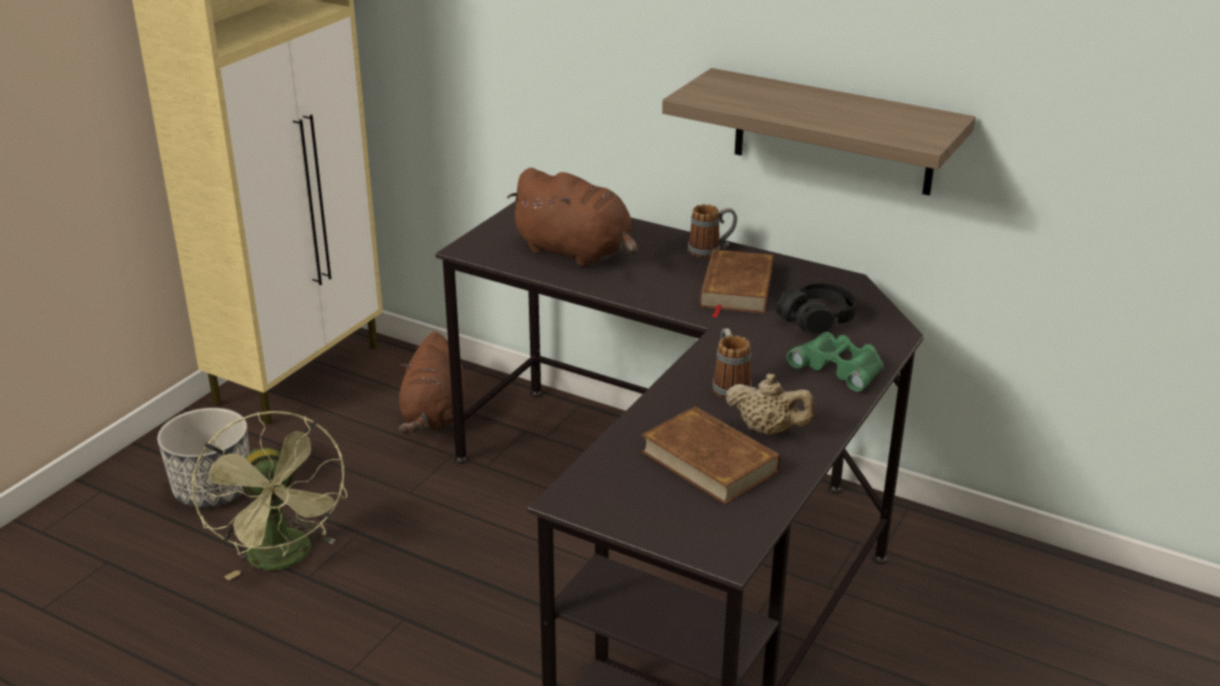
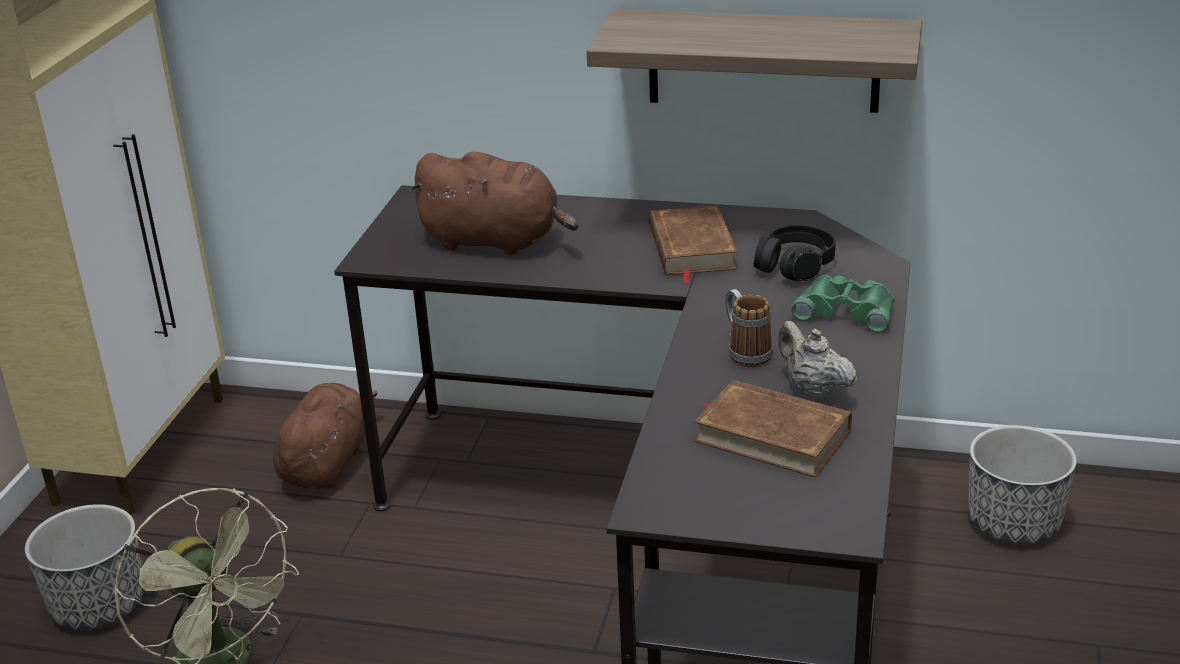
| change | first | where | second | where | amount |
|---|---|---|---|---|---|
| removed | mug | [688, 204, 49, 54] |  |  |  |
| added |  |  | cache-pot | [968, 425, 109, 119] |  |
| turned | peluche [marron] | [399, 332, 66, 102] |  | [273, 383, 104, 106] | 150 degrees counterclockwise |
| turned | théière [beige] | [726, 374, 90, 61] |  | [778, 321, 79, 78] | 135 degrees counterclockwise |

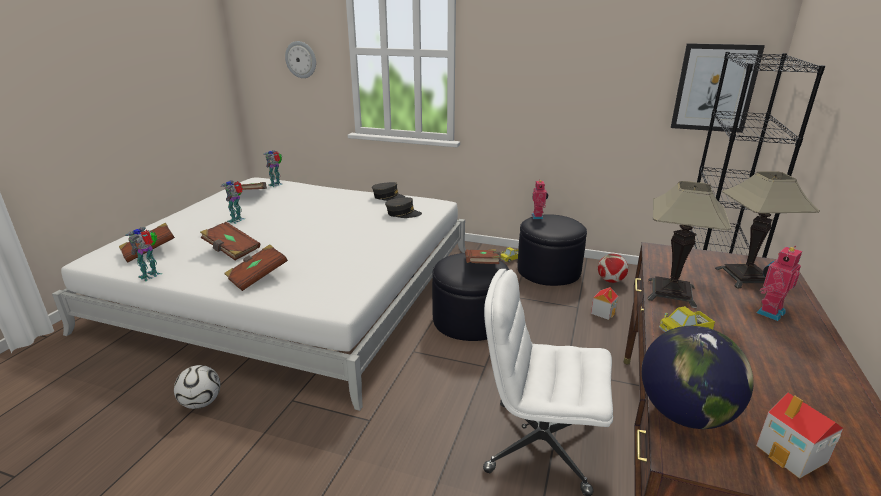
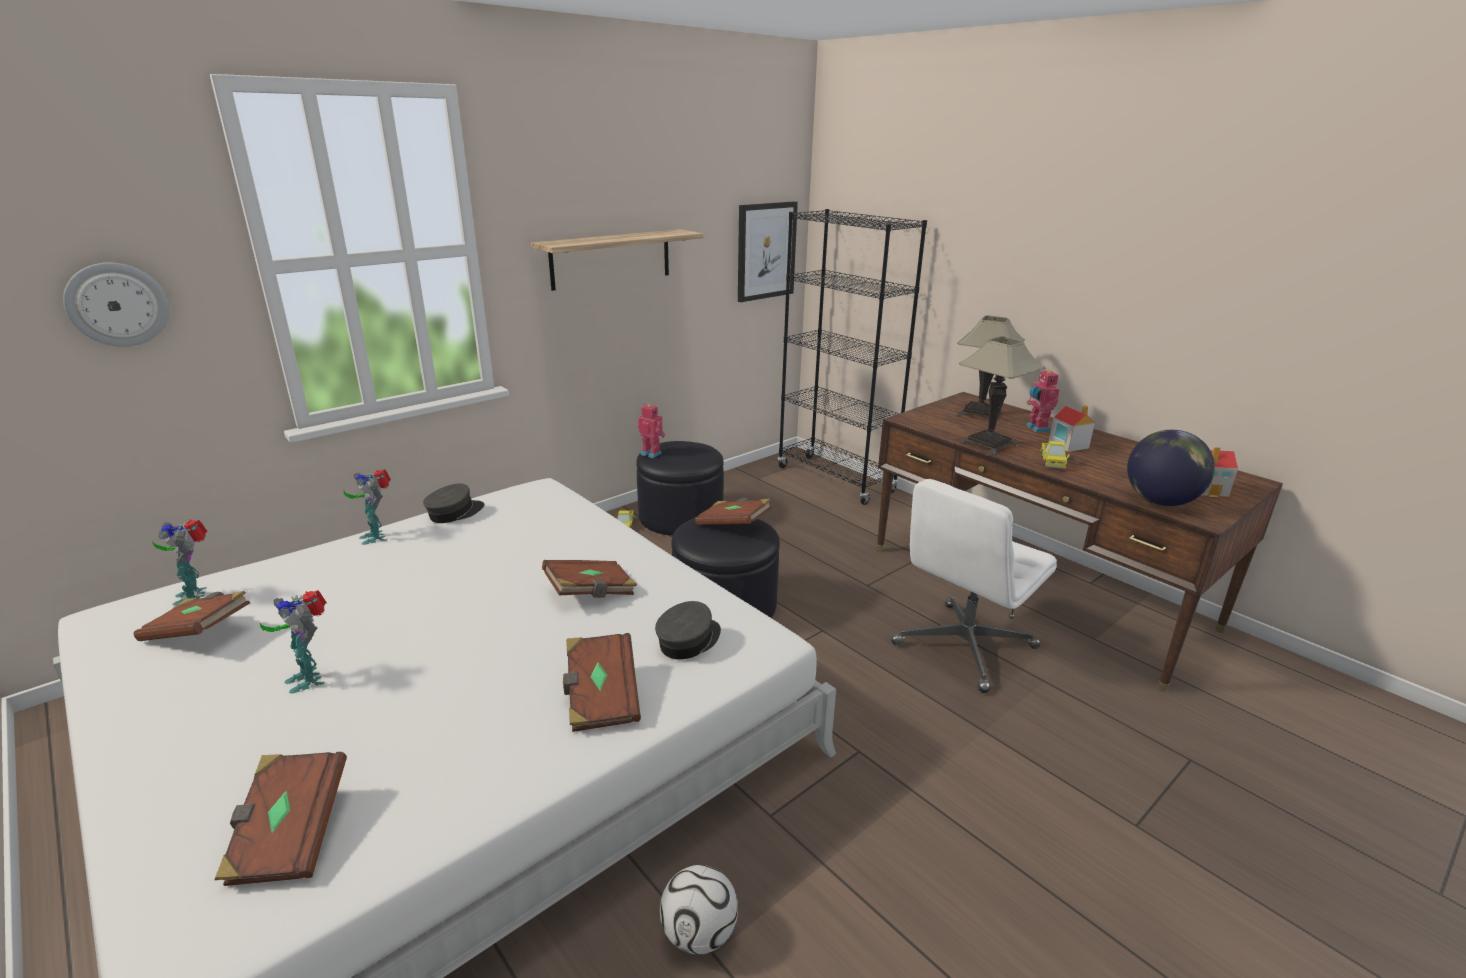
| change | first | where | second | where | amount |
|---|---|---|---|---|---|
| removed | ballon de foot | [598, 254, 30, 29] |  |  |  |
| added |  |  | étagère | [531, 229, 173, 62] |  |
| moved | robot jouet | [125, 227, 37, 54] |  | [343, 469, 48, 76] |  |
| moved | livre [marron] | [200, 222, 60, 38] |  | [542, 560, 95, 38] |  |
| moved | casquette [gris] | [385, 197, 37, 21] |  | [655, 601, 66, 59] |  |
| moved | maison miniature | [591, 287, 27, 33] |  | [1049, 405, 46, 47] |  |

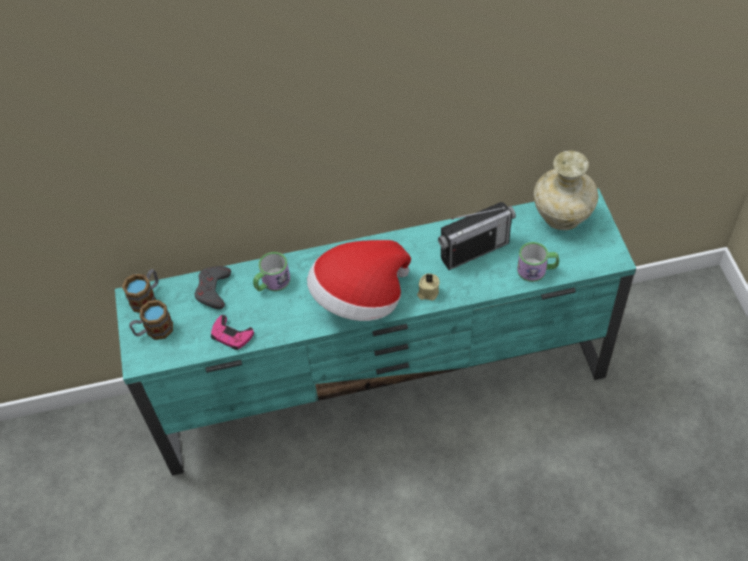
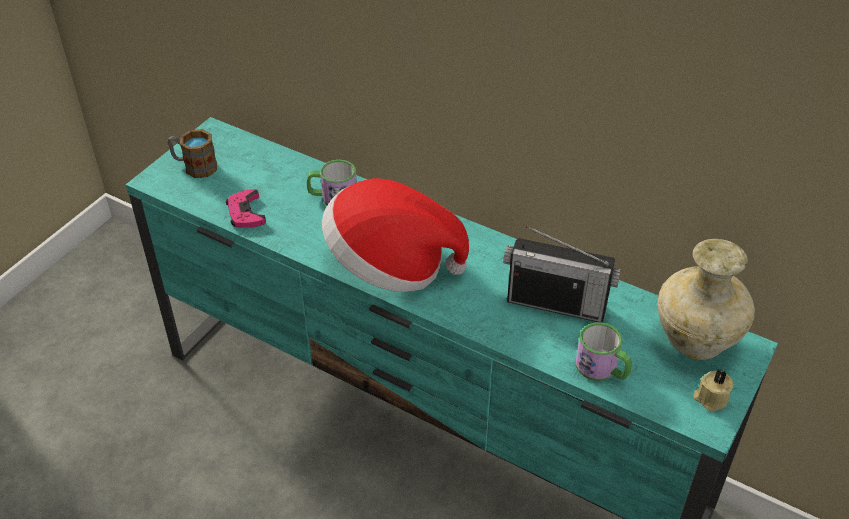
| change | first | where | second | where | amount |
|---|---|---|---|---|---|
| removed | mug | [122, 269, 36, 44] |  |  |  |
| removed | manette [gris] | [194, 266, 37, 43] |  |  |  |
| moved | bougie [beige] | [417, 274, 23, 27] |  | [694, 369, 40, 42] |  |

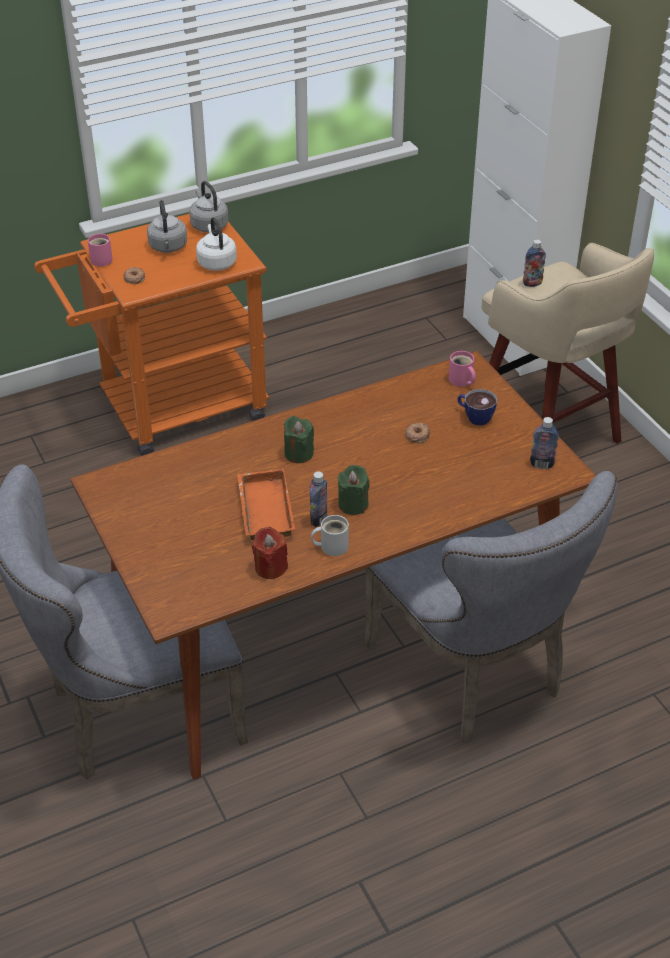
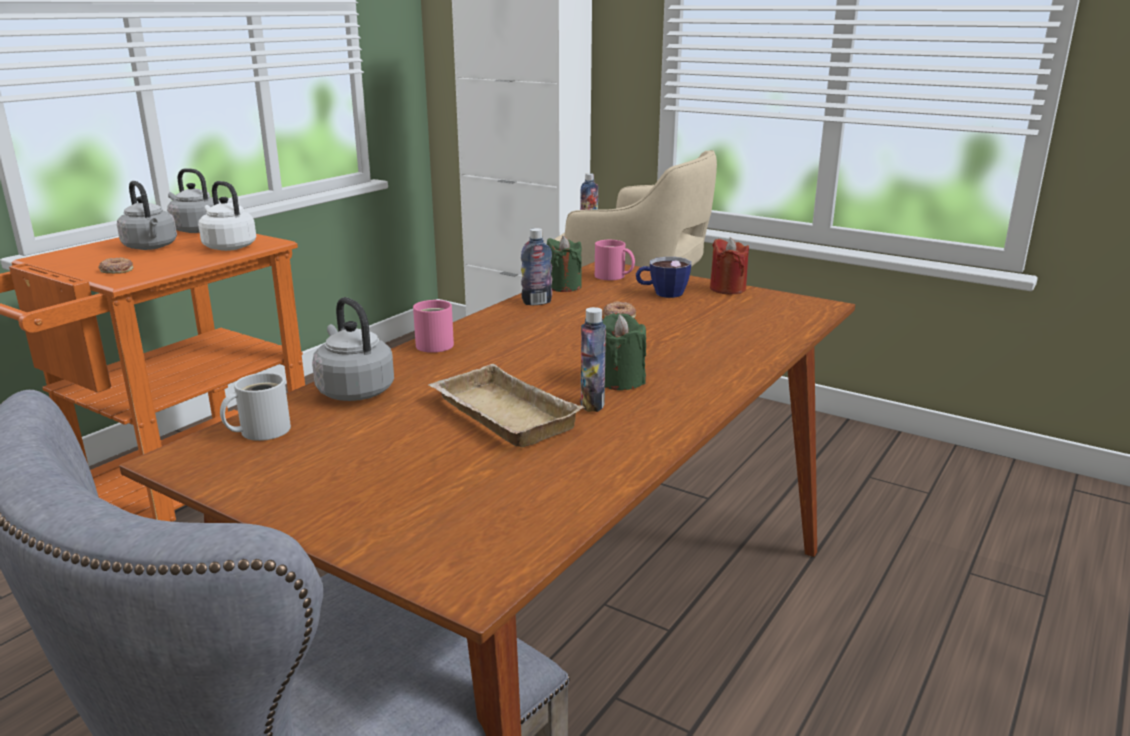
| change | first | where | second | where | amount |
|---|---|---|---|---|---|
| removed | chaise [gris] | [364, 471, 253, 271] |  |  |  |
| added |  |  | bouilloire [gris] | [312, 297, 82, 104] |  |
| moved | mug [rose] | [88, 234, 25, 33] |  | [413, 300, 41, 53] |  |
| moved | bougie [rouge] | [252, 527, 36, 52] |  | [710, 237, 39, 58] |  |
| moved | bougie [vert] | [284, 416, 30, 47] |  | [547, 236, 35, 56] |  |
| moved | mug [blanc] | [311, 515, 38, 41] |  | [220, 373, 71, 68] |  |
| moved | bouteille | [530, 417, 29, 52] |  | [521, 228, 31, 77] |  |
| recoloured | plateau [orange] | [237, 469, 58, 71] | plateau [beige] | [428, 364, 157, 83] |  |

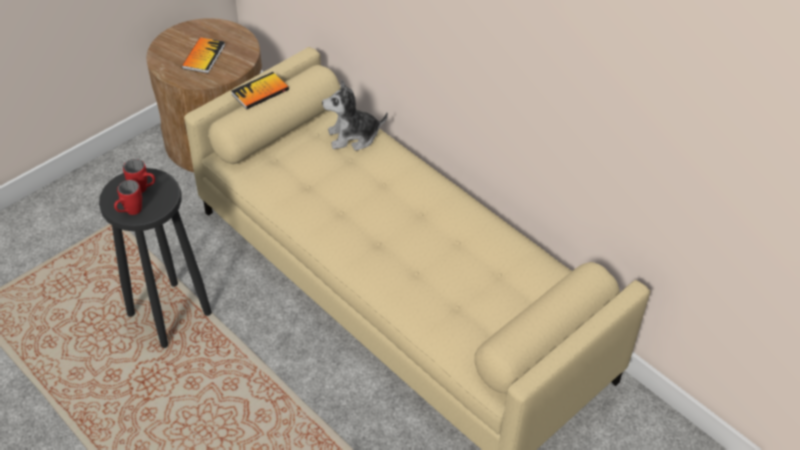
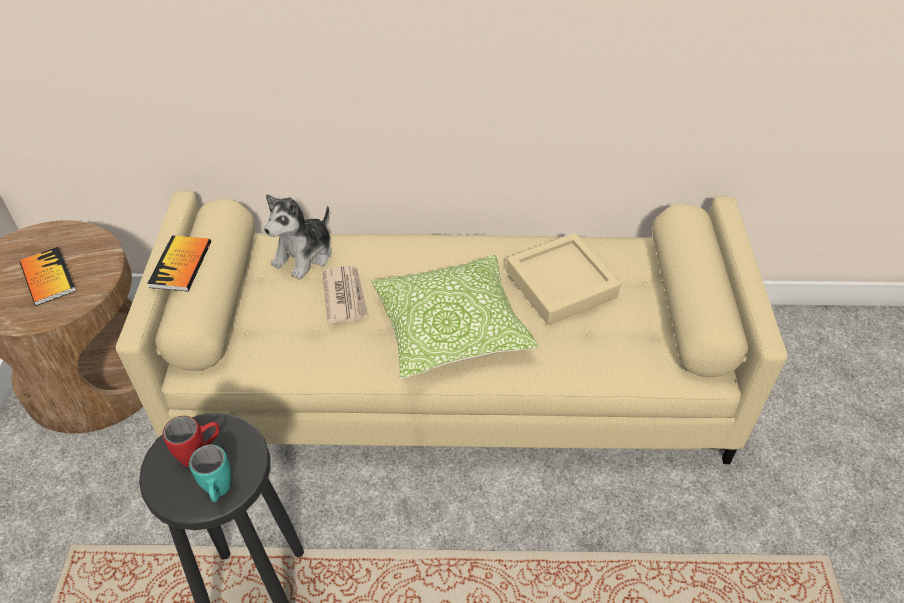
| change | first | where | second | where | amount |
|---|---|---|---|---|---|
| added |  |  | journal | [322, 266, 47, 58] |  |
| added |  |  | coussin | [371, 255, 167, 124] |  |
| added |  |  | plateau [beige] | [506, 233, 115, 92] |  |
| recoloured | mug [rouge] | [114, 180, 28, 35] | mug [turquoise] | [189, 444, 42, 58] |  |

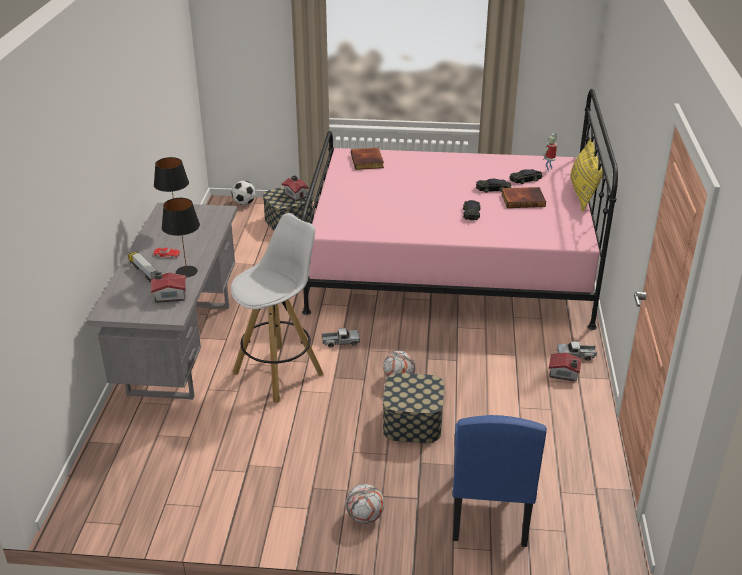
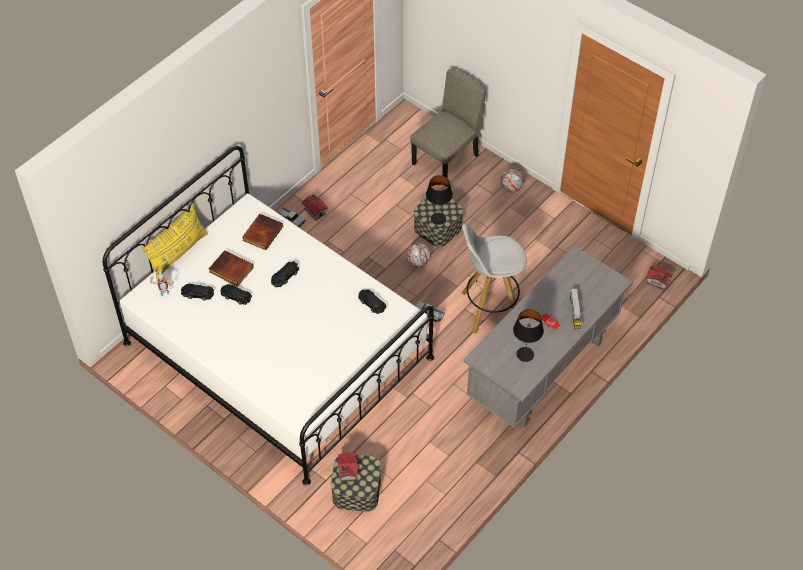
| change | first | where | second | where | amount |
|---|---|---|---|---|---|
| removed | ballon de foot | [231, 180, 25, 25] |  |  |  |
| added |  |  | petite voiture [noir] | [358, 289, 28, 25] |  |
| moved | maison miniature | [151, 272, 35, 31] |  | [646, 265, 27, 25] |  |
| moved | lampe de table [noir] | [162, 198, 38, 79] |  | [426, 175, 27, 50] |  |
| moved | livre | [351, 148, 33, 22] |  | [242, 214, 41, 36] |  |
| recoloured | lit [rose] | [301, 89, 317, 241] | lit [blanc] | [103, 146, 331, 339] |  |
| recoloured | chaise [bleu] | [453, 415, 94, 132] | chaise [beige] | [410, 69, 76, 108] |  |

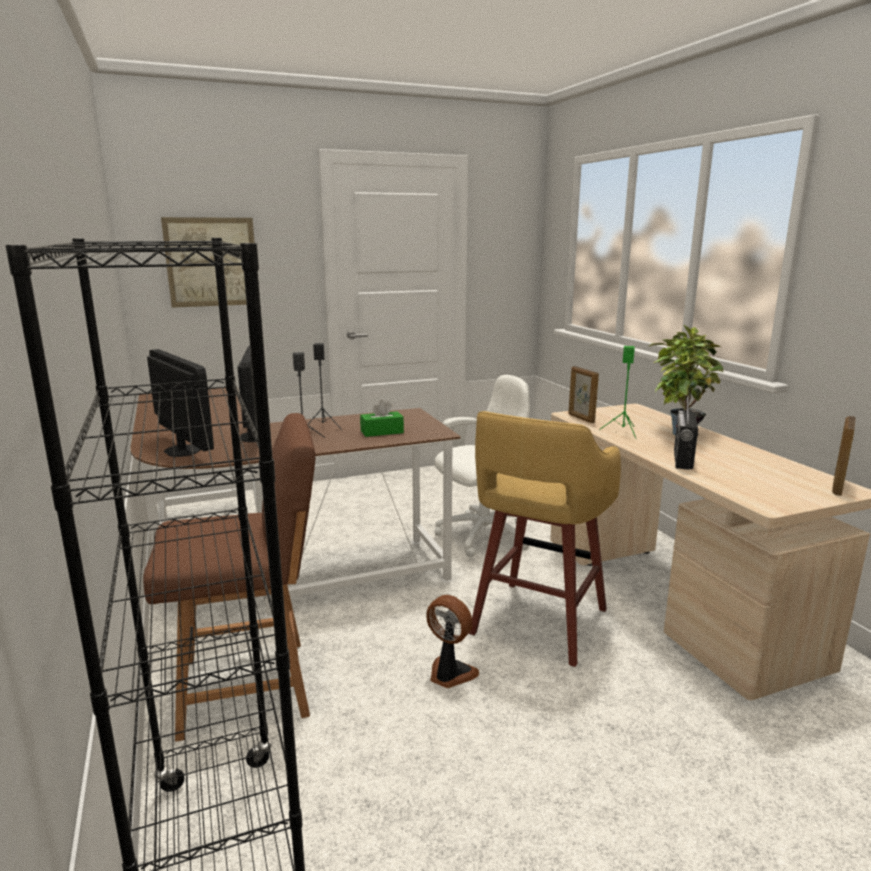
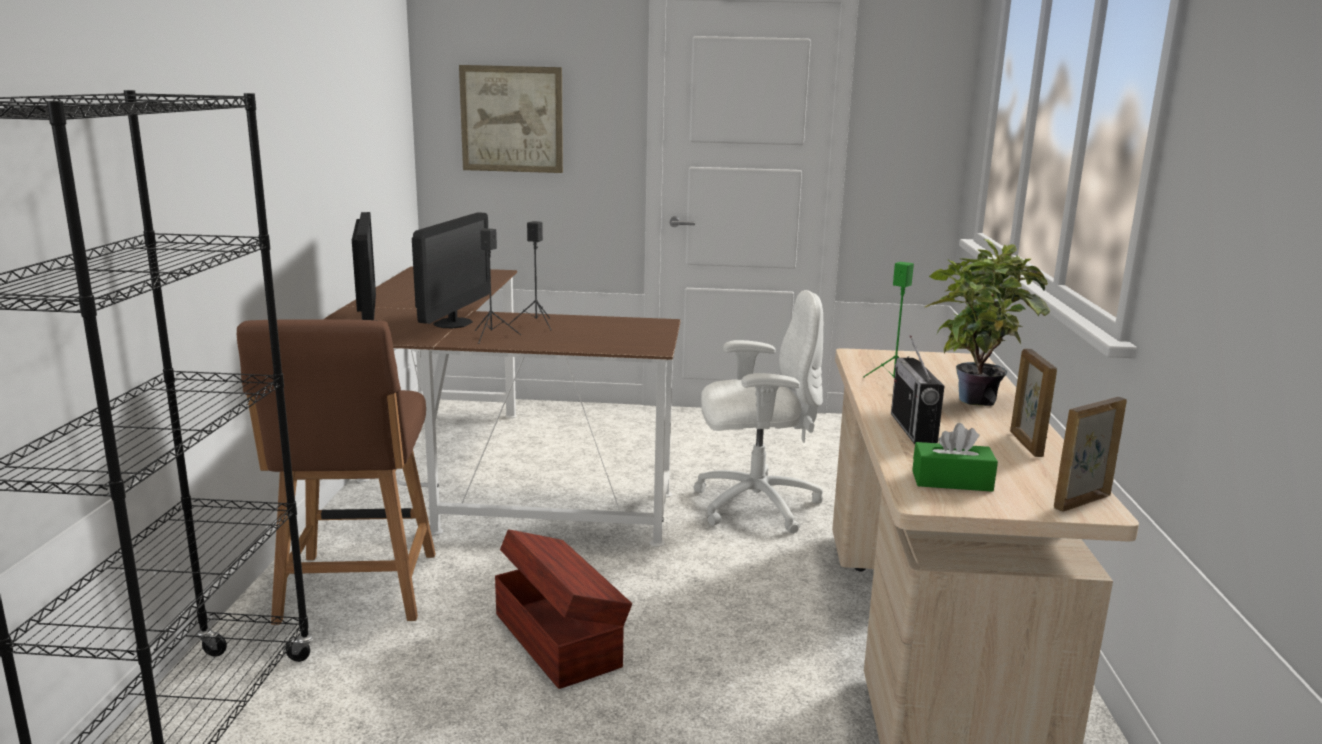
| change | first | where | second | where | amount |
|---|---|---|---|---|---|
| removed | tabouret [jaune] | [469, 411, 152, 256] |  |  |  |
| moved | boîte à mouchoirs [vert] | [360, 400, 44, 37] |  | [912, 423, 86, 69] |  |
| moved | cadre photo | [568, 366, 31, 57] |  | [1010, 349, 47, 108] |  |
| replaced | ventilateur | [426, 595, 53, 93] | boîte de rangement [marron] | [495, 529, 137, 160] |  |
| turned | chaise [marron] | [143, 413, 172, 329] |  | [237, 319, 199, 306] | 75 degrees clockwise |
| turned | radio | [674, 395, 24, 75] |  | [891, 335, 53, 109] | 45 degrees counterclockwise |

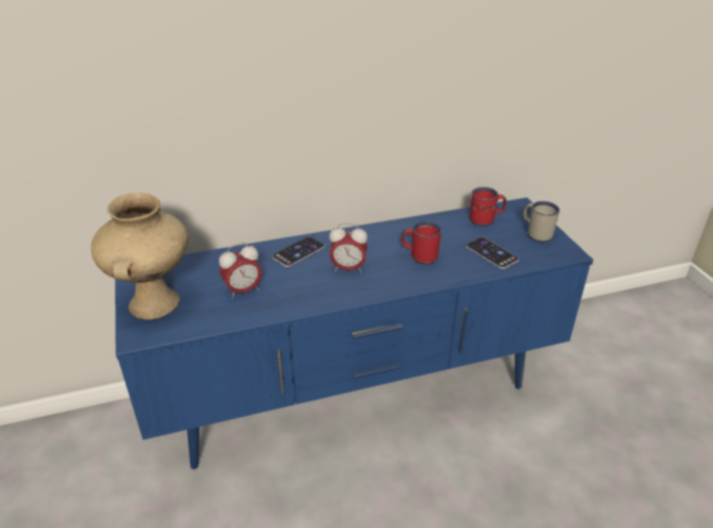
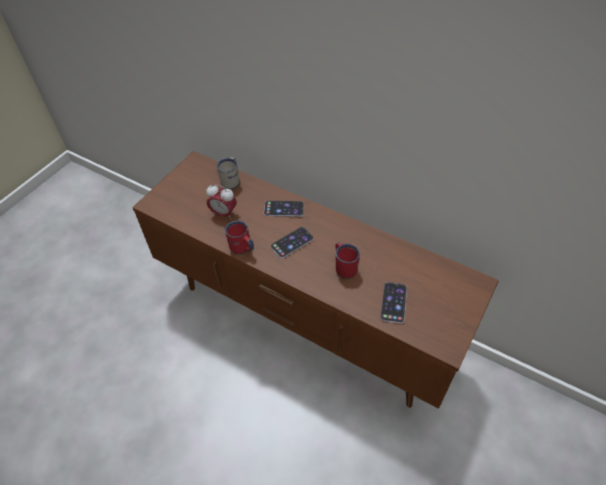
| change | first | where | second | where | amount |
|---|---|---|---|---|---|
| removed | vase [beige] | [91, 193, 98, 127] |  |  |  |
| moved | mug [rouge] | [470, 187, 37, 39] |  | [225, 220, 29, 34] |  |
| moved | mug [blanc] | [523, 201, 37, 41] |  | [217, 157, 22, 32] |  |
| replaced | réveil | [329, 223, 39, 51] | téléphone | [270, 227, 44, 31] |  |
| recoloured | meuble télé [bleu] | [115, 198, 478, 271] | meuble télé [marron] | [132, 151, 367, 258] |  |

